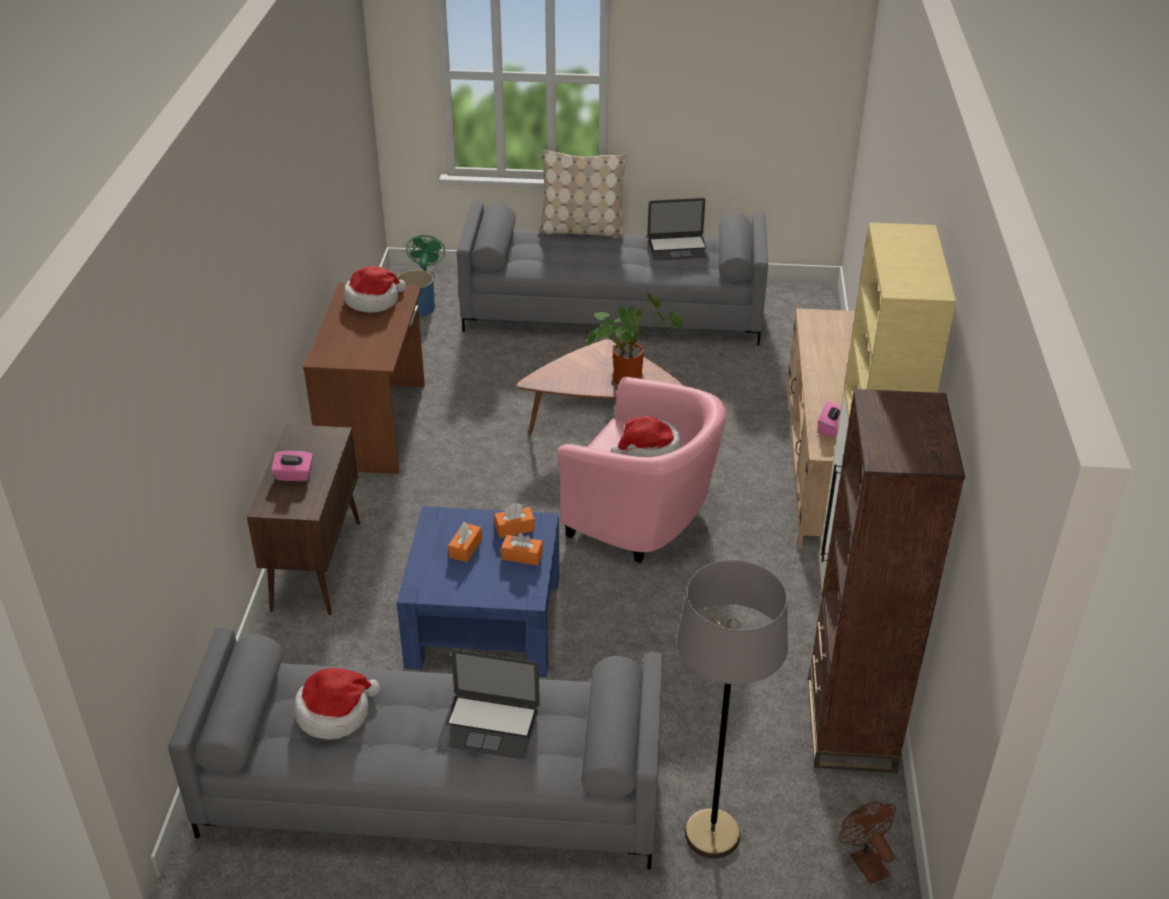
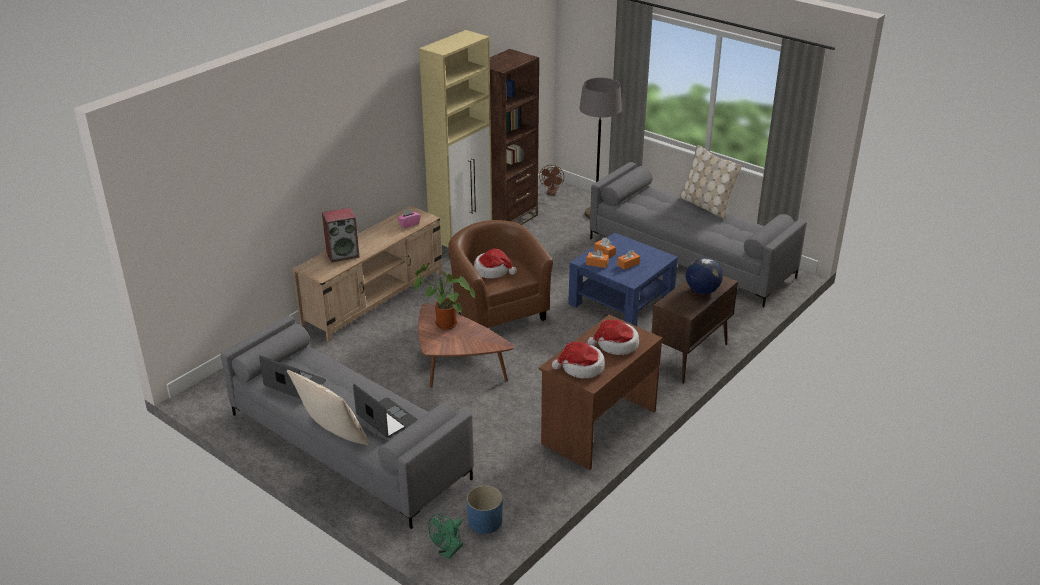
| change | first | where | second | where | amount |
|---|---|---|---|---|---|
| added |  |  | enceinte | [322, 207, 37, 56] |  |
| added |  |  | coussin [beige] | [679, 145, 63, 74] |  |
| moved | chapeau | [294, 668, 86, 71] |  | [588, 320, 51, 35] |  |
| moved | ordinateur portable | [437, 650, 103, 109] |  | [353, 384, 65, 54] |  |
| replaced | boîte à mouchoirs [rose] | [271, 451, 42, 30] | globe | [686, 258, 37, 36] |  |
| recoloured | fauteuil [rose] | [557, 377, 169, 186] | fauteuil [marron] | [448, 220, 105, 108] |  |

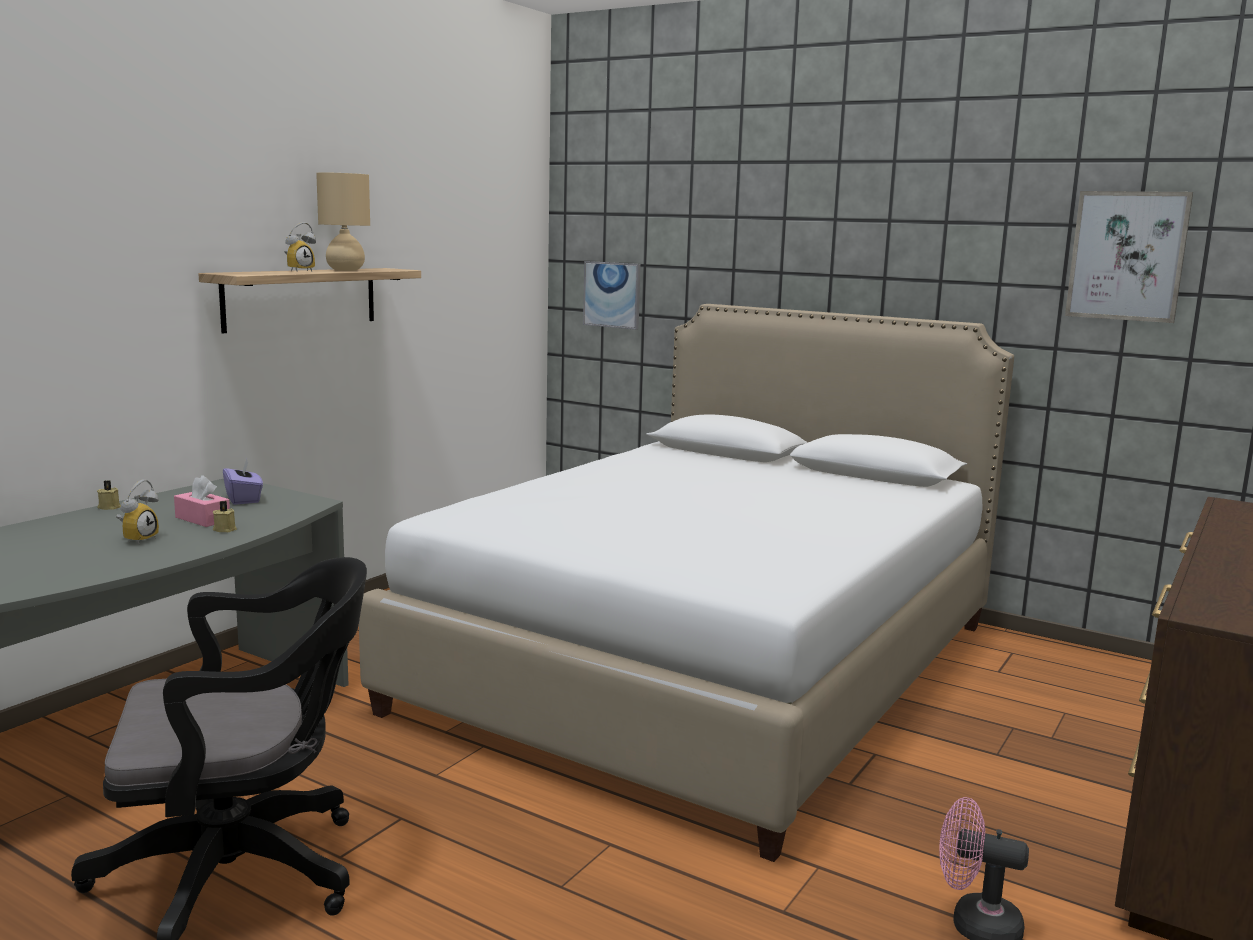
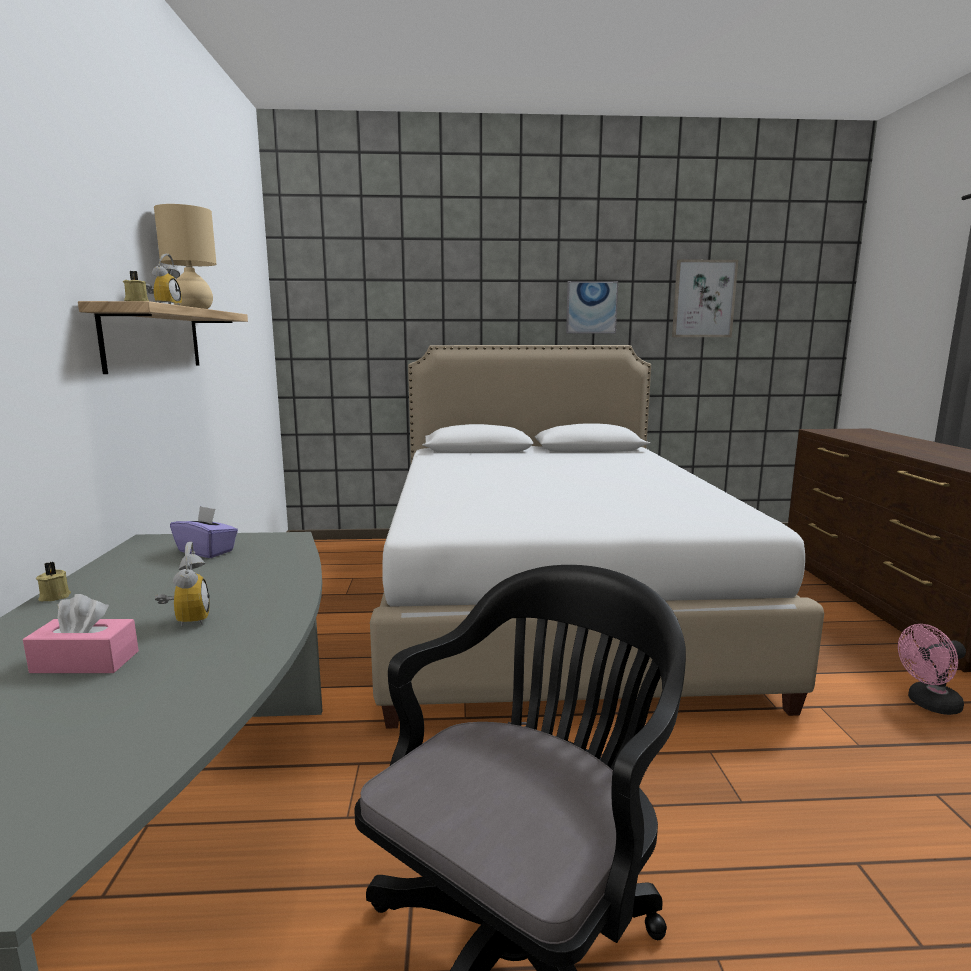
| change | first | where | second | where | amount |
|---|---|---|---|---|---|
| moved | boîte à mouchoirs [rose] | [174, 475, 56, 52] |  | [23, 594, 116, 79] |  |
| moved | bougie [beige] | [212, 501, 25, 31] |  | [123, 271, 26, 30] |  |
| moved | tableau | [583, 261, 58, 69] |  | [566, 281, 52, 52] |  |

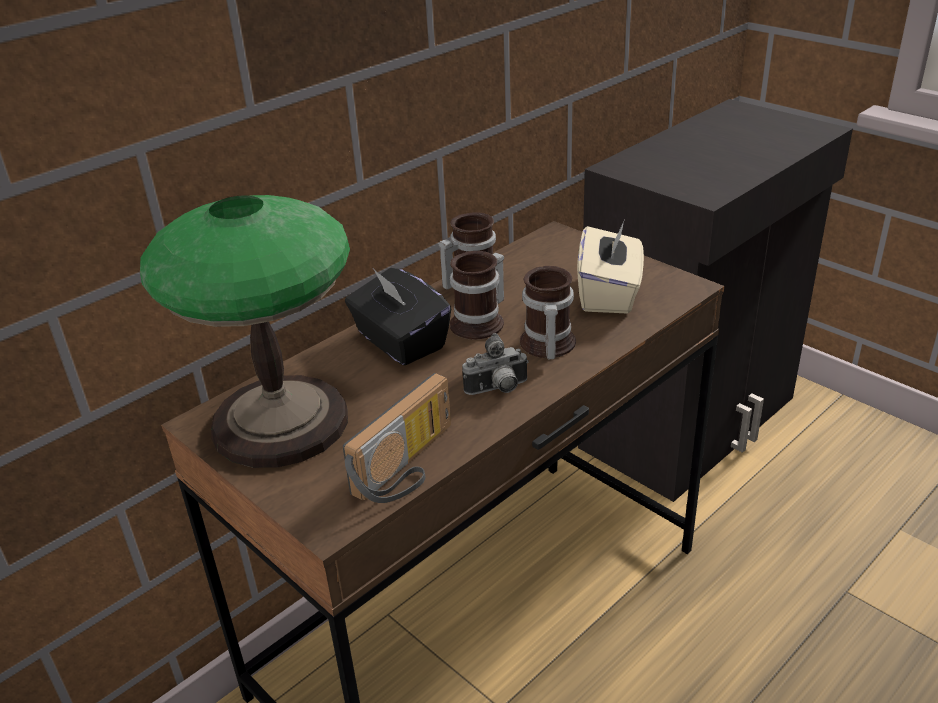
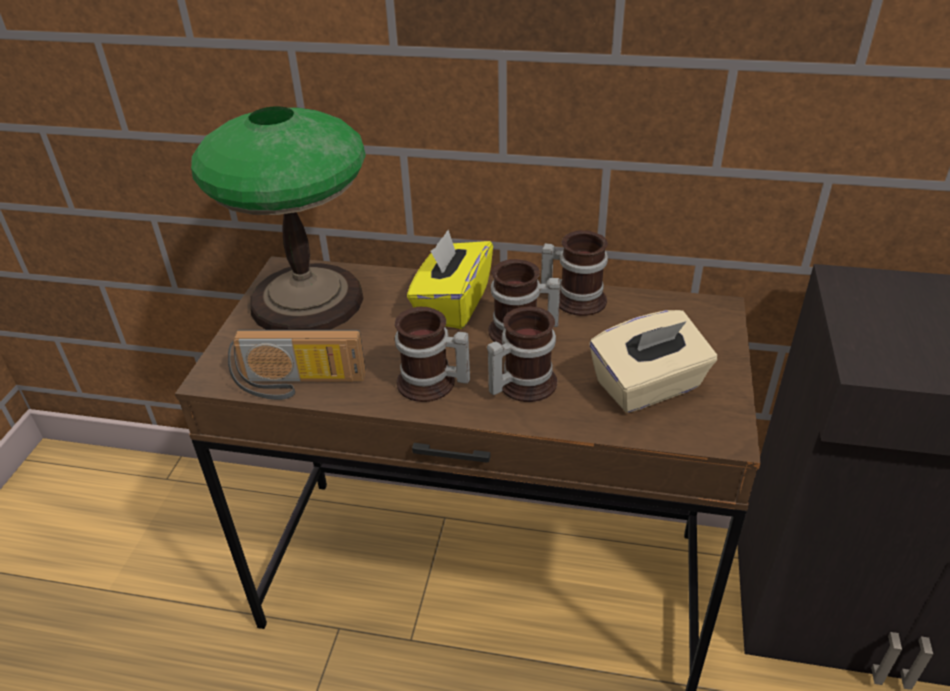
| change | first | where | second | where | amount |
|---|---|---|---|---|---|
| replaced | appareil photo | [462, 333, 67, 62] | mug | [395, 307, 75, 95] |  |
| recoloured | boîte à mouchoirs [noir] | [345, 268, 106, 97] | boîte à mouchoirs [jaune] | [407, 230, 86, 99] |  |

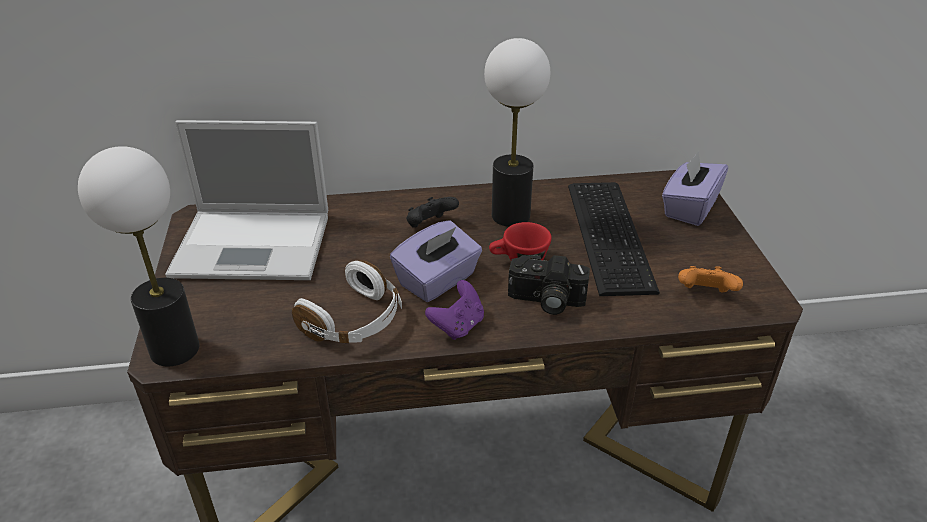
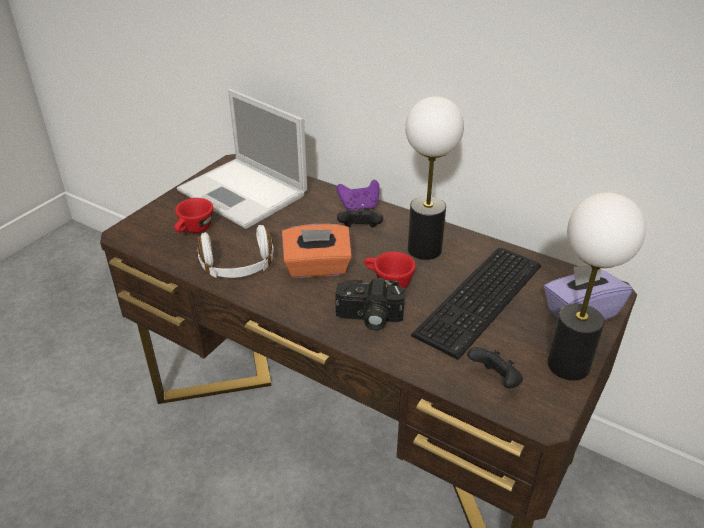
| change | first | where | second | where | amount |
|---|---|---|---|---|---|
| added |  |  | tasse [rouge] | [174, 198, 39, 35] |  |
| moved | lampe de table | [78, 146, 121, 221] |  | [547, 193, 99, 188] |  |
| moved | manette [violet] | [425, 280, 59, 60] |  | [337, 180, 43, 31] |  |
| recoloured | boîte à mouchoirs [violet] | [390, 220, 92, 82] | boîte à mouchoirs [orange] | [282, 224, 70, 54] |  |
| recoloured | manette [orange] | [678, 266, 65, 27] | manette [noir] | [467, 347, 56, 42] |  |
| turned | appareil photo | [508, 255, 82, 60] |  | [335, 279, 70, 52] | 45 degrees counterclockwise |

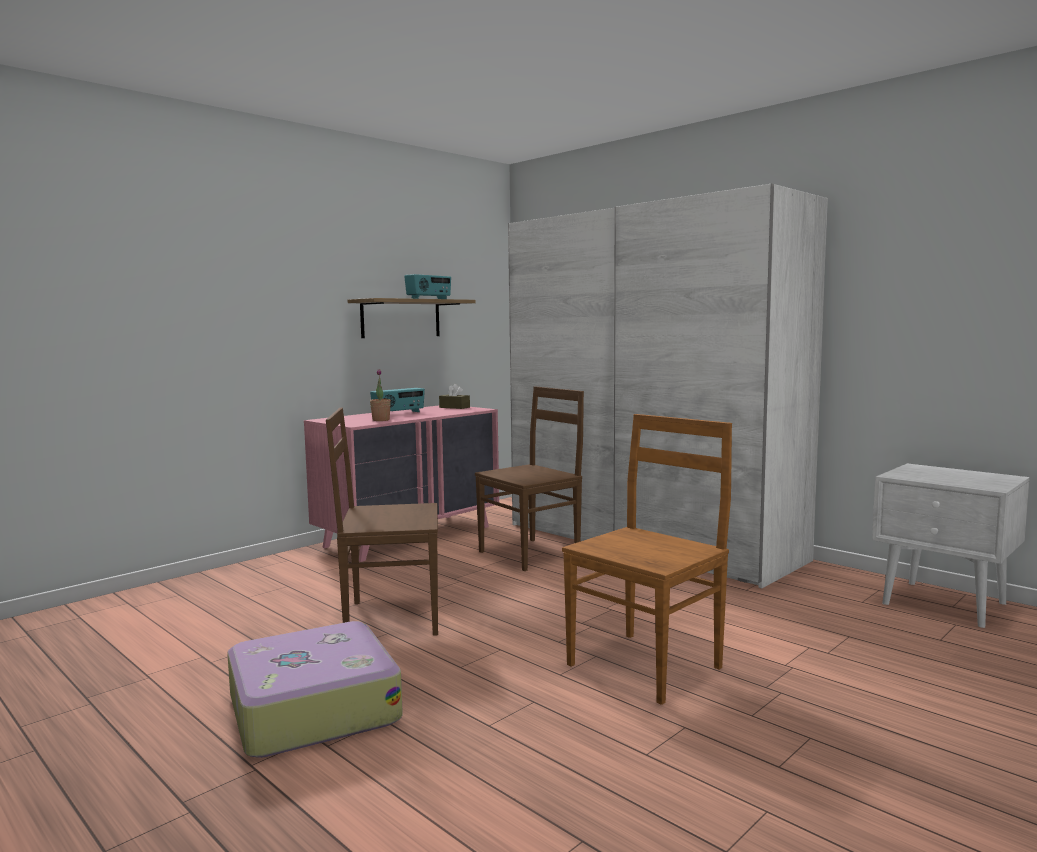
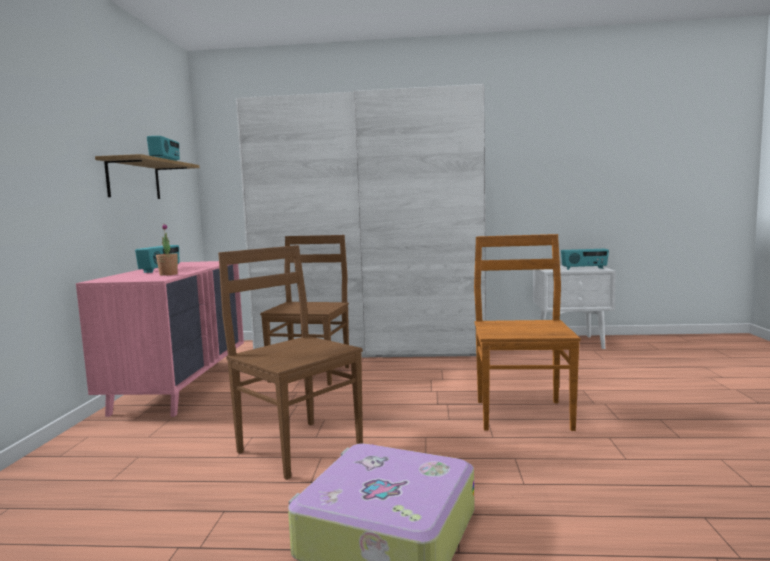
| change | first | where | second | where | amount |
|---|---|---|---|---|---|
| removed | boîte à mouchoirs [marron] | [439, 384, 31, 25] |  |  |  |
| added |  |  | radio | [561, 249, 48, 21] |  |
| turned | chaise [marron] | [326, 407, 112, 229] |  | [218, 245, 145, 235] | 90 degrees clockwise |

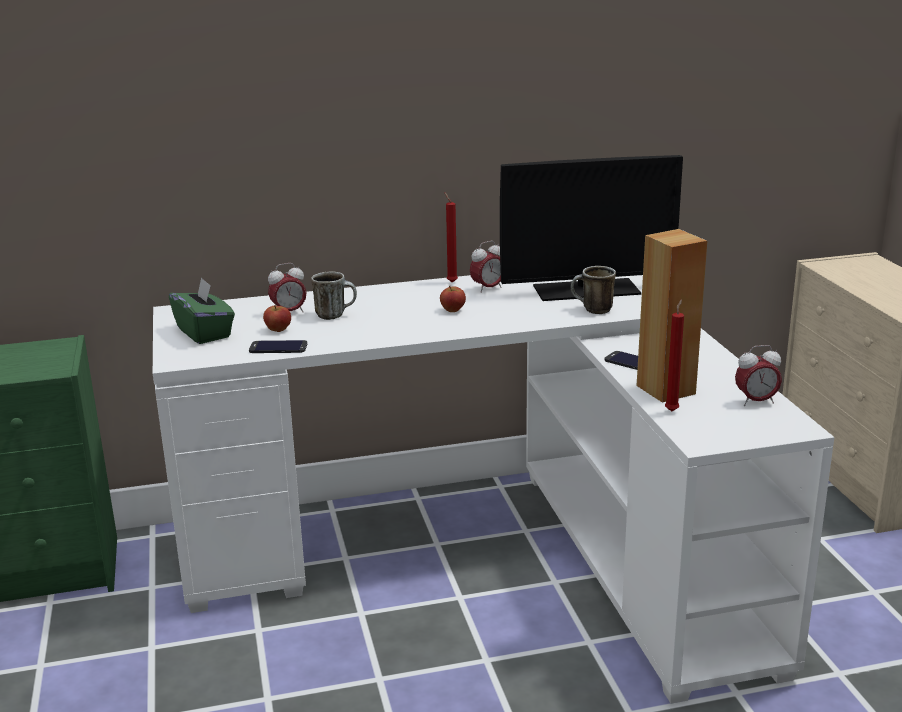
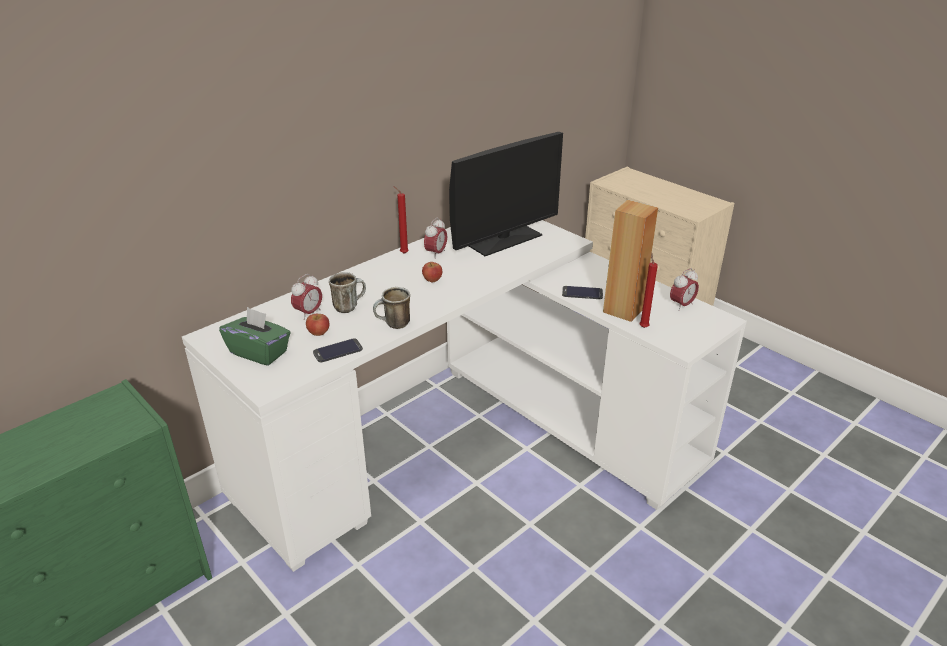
| change | first | where | second | where | amount |
|---|---|---|---|---|---|
| moved | mug | [571, 266, 45, 48] |  | [373, 287, 37, 42] |  |

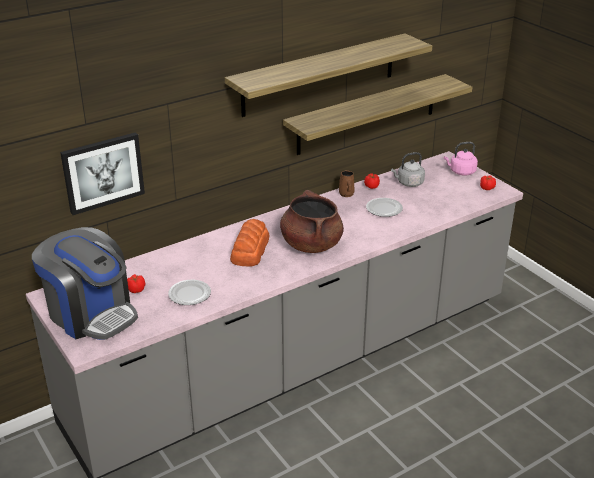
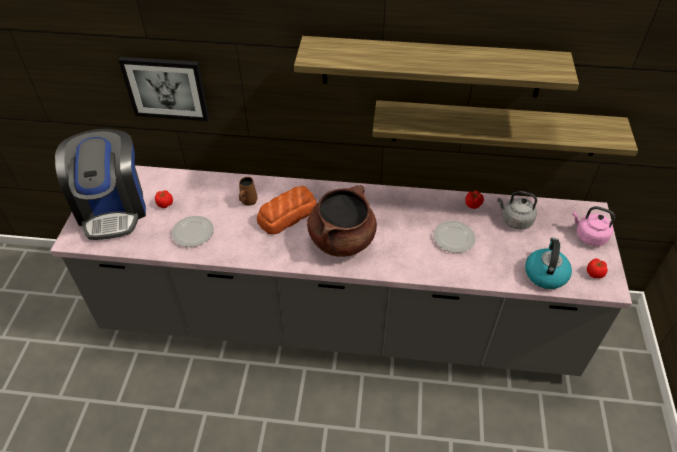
| change | first | where | second | where | amount |
|---|---|---|---|---|---|
| added |  |  | bouilloire | [525, 238, 47, 51] |  |
| moved | mug [marron] | [339, 170, 15, 27] |  | [239, 177, 18, 29] |  |

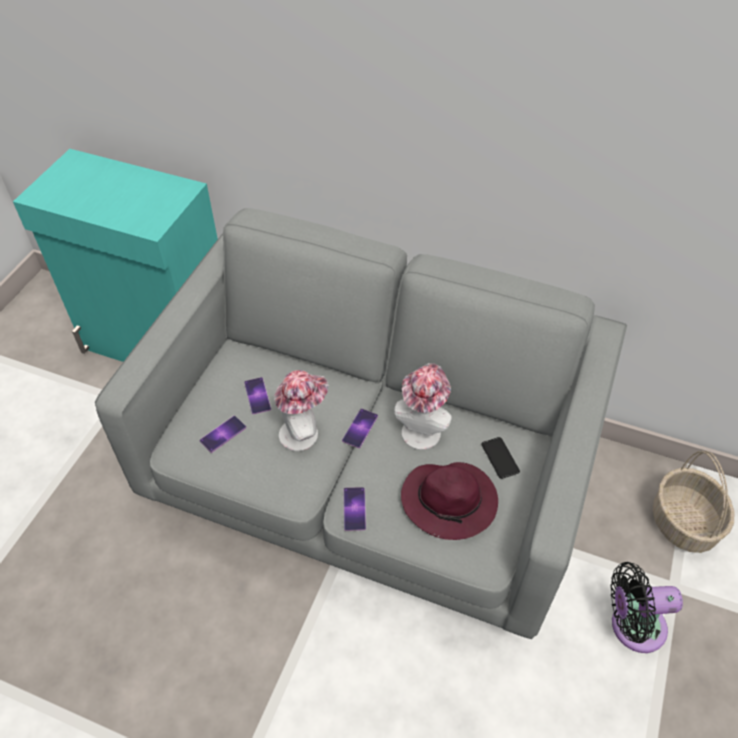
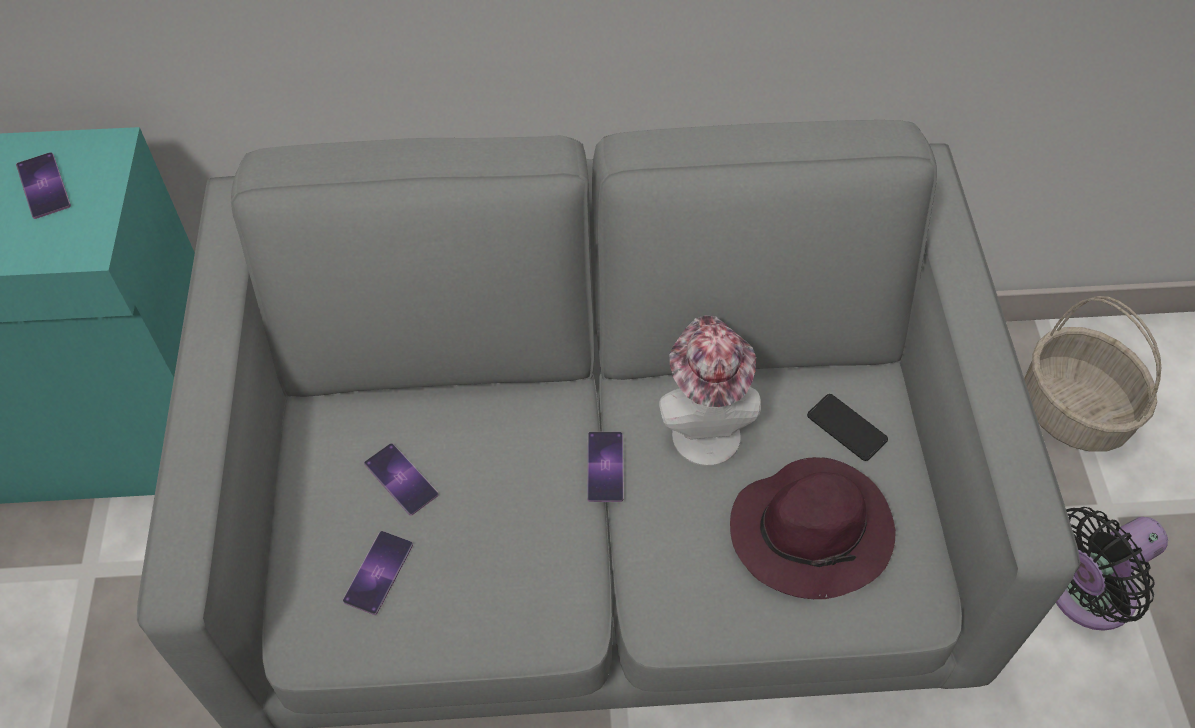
| change | first | where | second | where | amount |
|---|---|---|---|---|---|
| removed | chapeau | [274, 370, 54, 81] |  |  |  |
| moved | téléphone | [344, 487, 22, 44] |  | [16, 152, 55, 67] |  |

